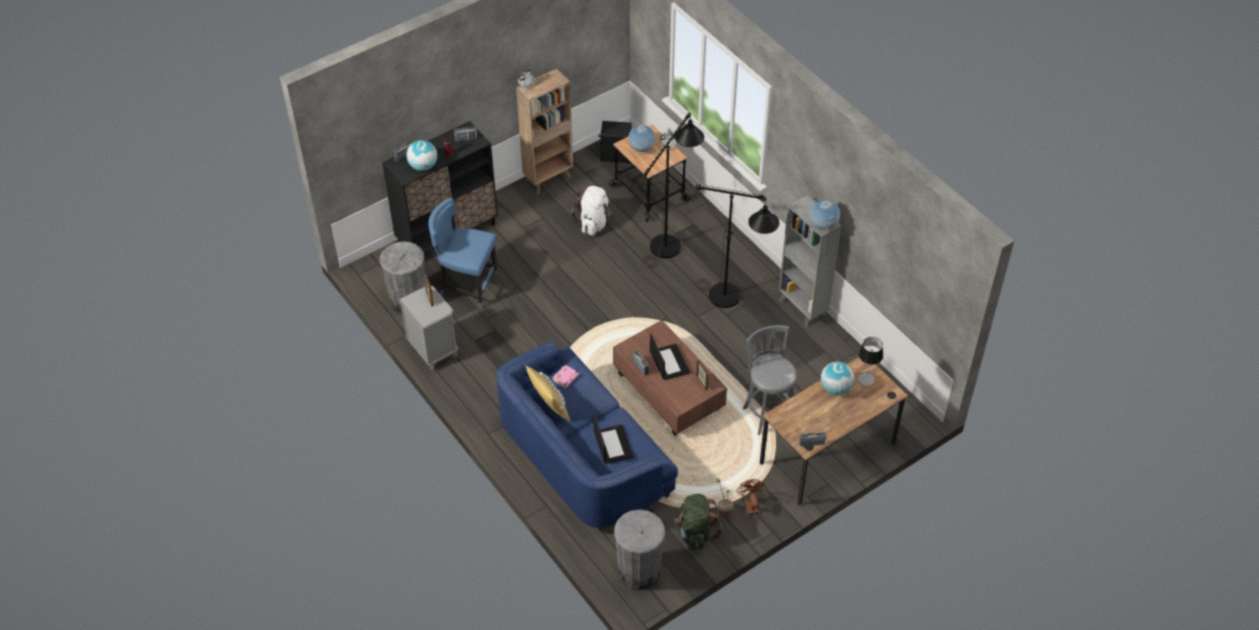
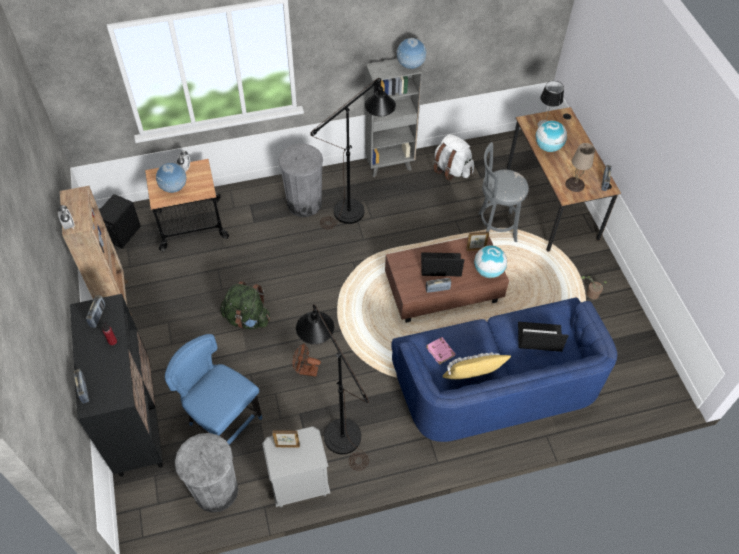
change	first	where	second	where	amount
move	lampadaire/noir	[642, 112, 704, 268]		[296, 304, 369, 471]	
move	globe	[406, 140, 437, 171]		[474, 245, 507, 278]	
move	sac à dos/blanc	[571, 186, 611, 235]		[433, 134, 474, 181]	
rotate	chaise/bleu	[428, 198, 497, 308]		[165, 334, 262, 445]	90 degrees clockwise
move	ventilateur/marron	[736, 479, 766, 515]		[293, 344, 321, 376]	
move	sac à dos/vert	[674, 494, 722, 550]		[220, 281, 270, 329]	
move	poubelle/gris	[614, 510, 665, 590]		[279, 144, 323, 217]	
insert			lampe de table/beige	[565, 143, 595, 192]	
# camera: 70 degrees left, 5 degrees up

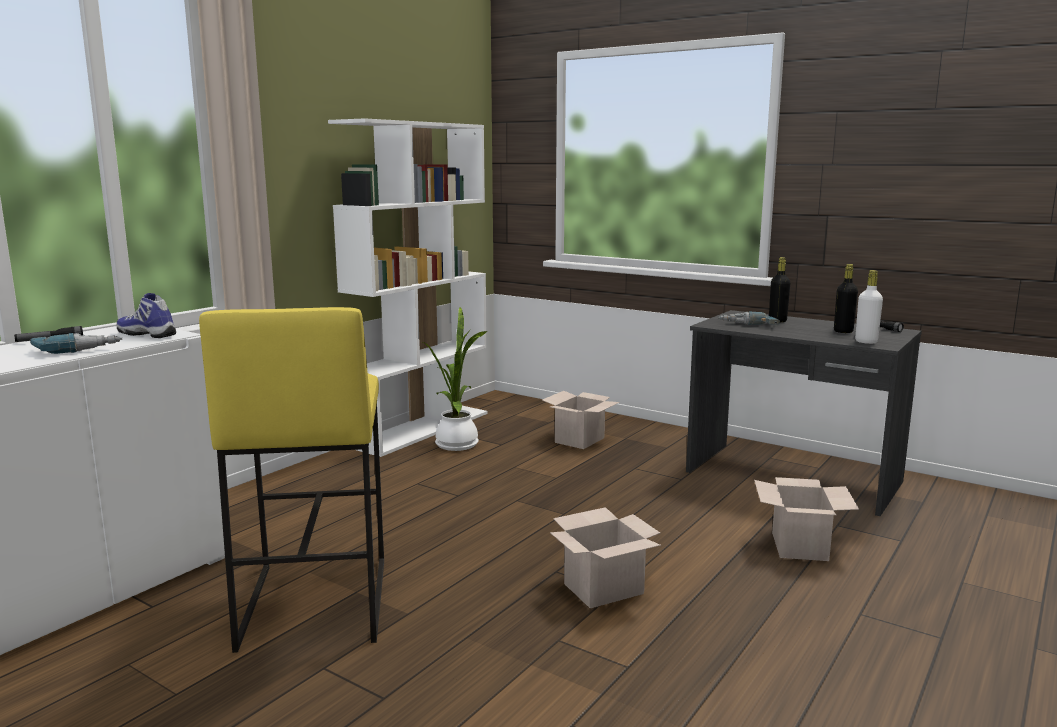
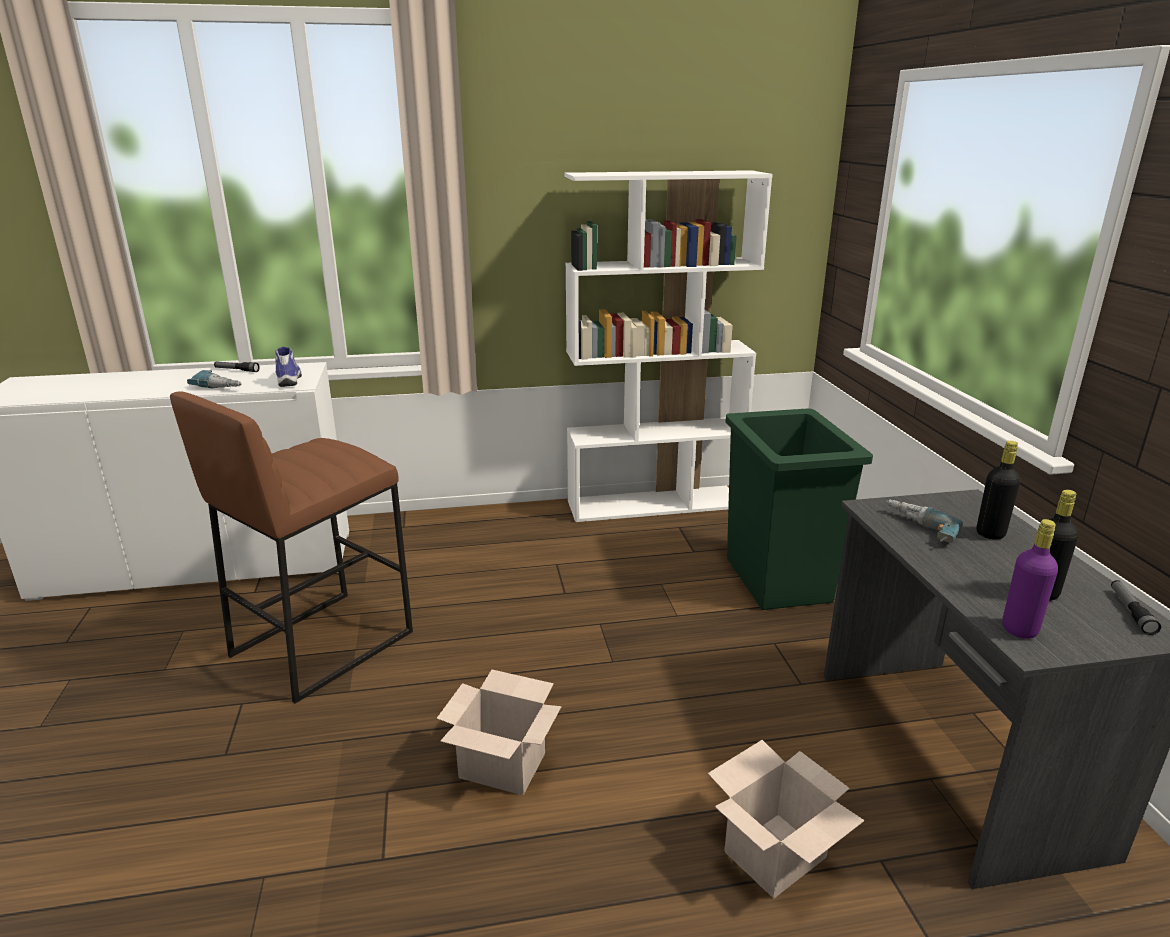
change	first	where	second	where	amount
recolor	bouteille/blanc	[855, 270, 883, 344]	bouteille/violet	[1002, 519, 1058, 639]	
recolor	tabouret/jaune	[199, 307, 384, 653]	tabouret/marron	[170, 391, 413, 703]	
delete	plante en pot	[423, 307, 488, 451]			
replace	carton	[542, 391, 620, 449]	poubelle/vert	[726, 408, 873, 610]	
# camera: 45 degrees right, 10 degrees up

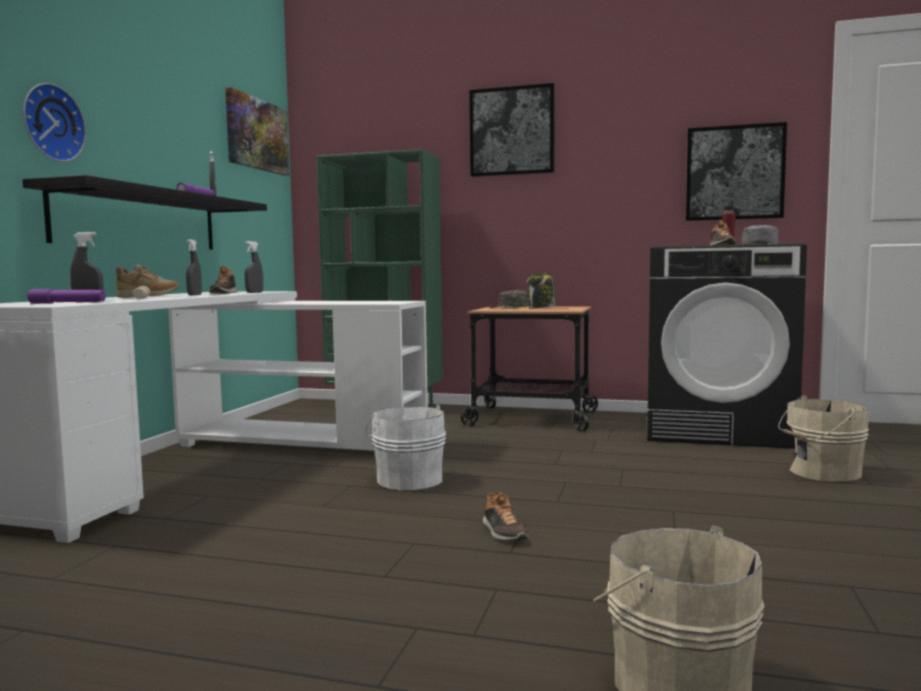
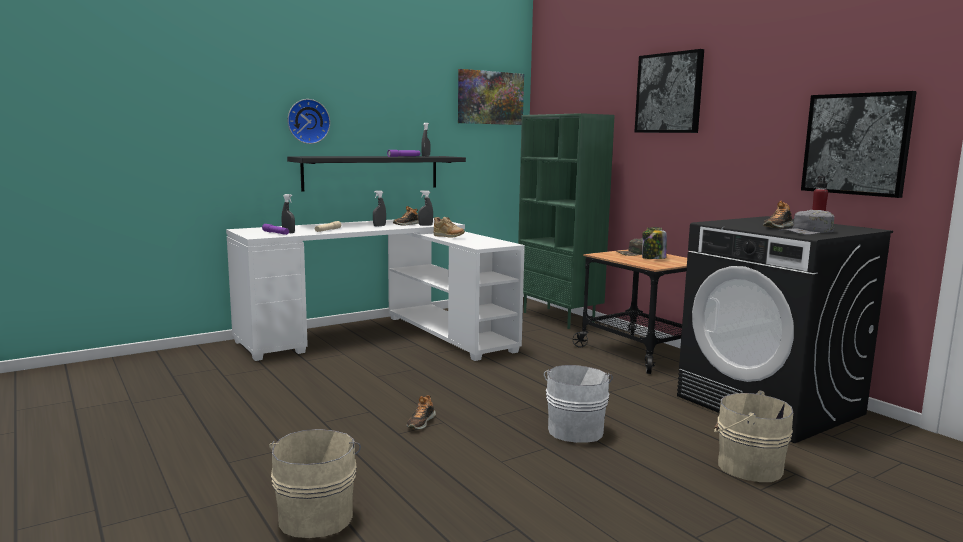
change	first	where	second	where	amount
move	chaussure/beige	[116, 264, 179, 298]		[434, 217, 465, 238]	
move	seau/blanc	[365, 404, 446, 490]		[544, 365, 613, 443]	
# camera: 40 degrees right, 5 degrees up

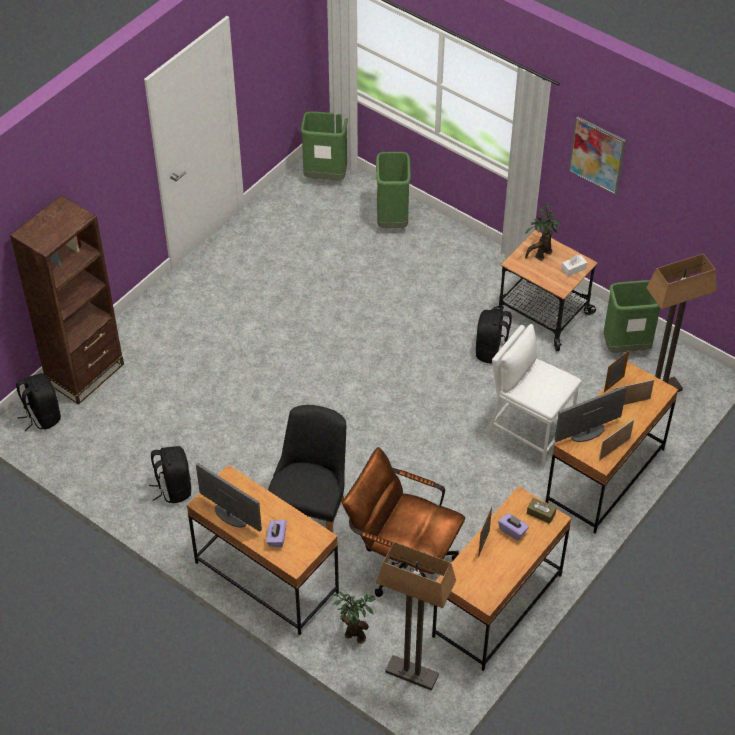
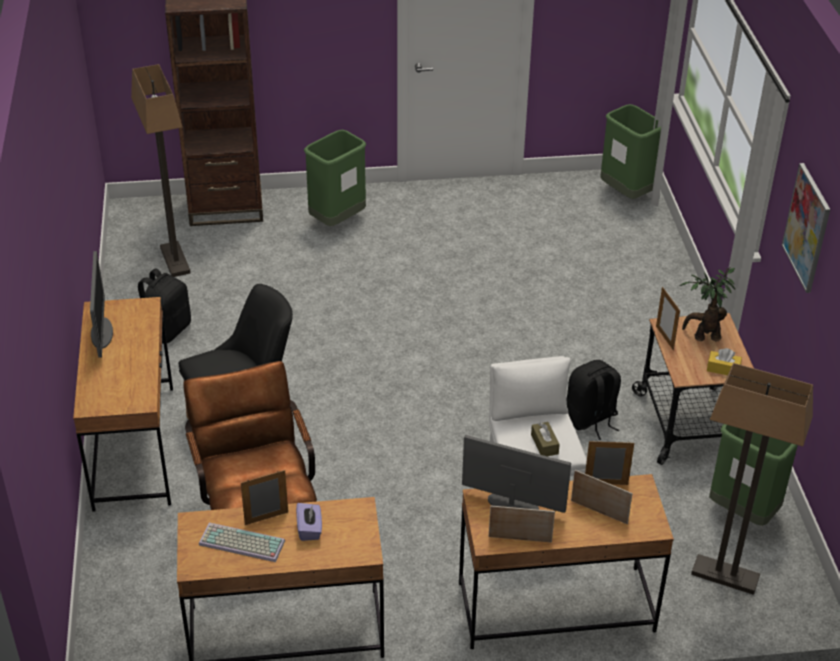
change	first	where	second	where	amount
move	poubelle/vert	[376, 152, 411, 228]		[304, 130, 366, 226]	
recolor	boîte à mouchoirs/blanc	[561, 254, 587, 276]	boîte à mouchoirs/jaune	[707, 348, 742, 375]	
delete	sac à dos/noir	[16, 373, 61, 431]			
move	boîte à mouchoirs/marron	[527, 498, 556, 524]		[531, 422, 560, 456]	
delete	boîte à mouchoirs/violet	[267, 520, 286, 547]			
move	lampadaire	[376, 542, 456, 691]		[131, 64, 191, 277]	
delete	plante en pot	[333, 592, 375, 644]			
insert			cadre photo	[656, 287, 680, 350]	
insert			clavier	[199, 523, 285, 562]	
# camera: 45 degrees right, 10 degrees down

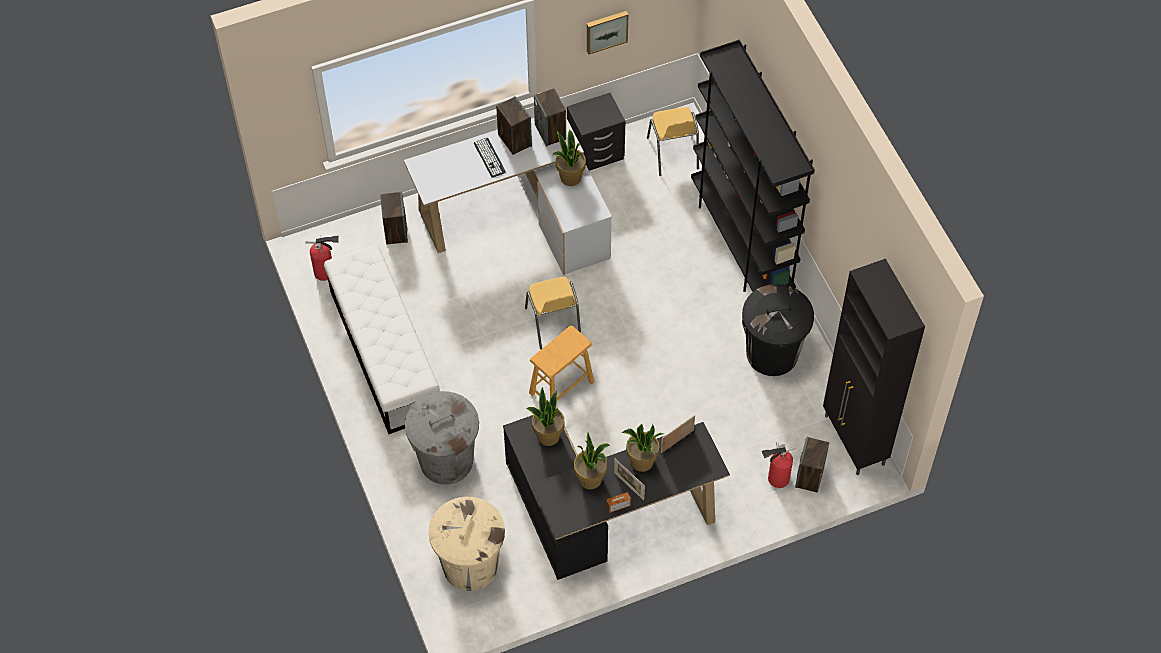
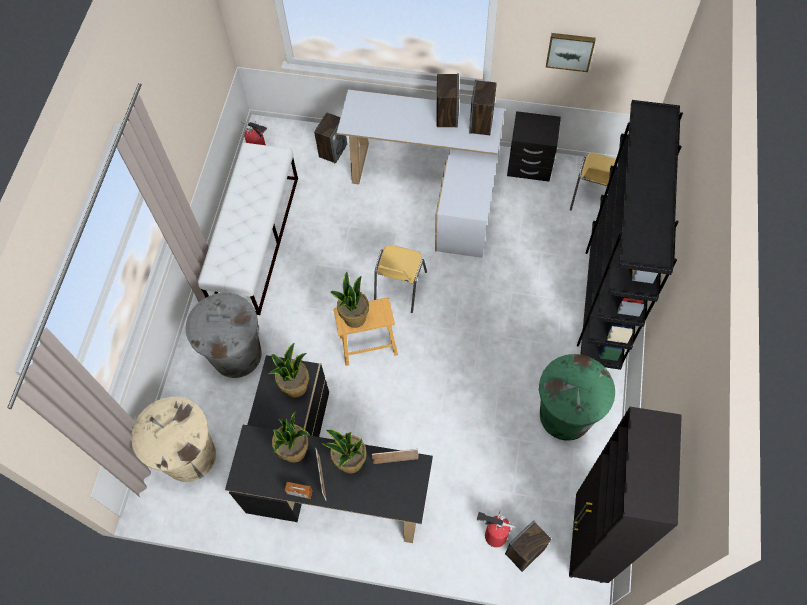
change	first	where	second	where	amount
move	plante en pot	[552, 129, 586, 186]		[330, 272, 369, 328]	
delete	clavier	[474, 138, 506, 177]			
recolor	poubelle/noir	[742, 284, 814, 376]	poubelle/vert	[538, 354, 615, 441]	
# camera: 35 degrees right, 5 degrees up

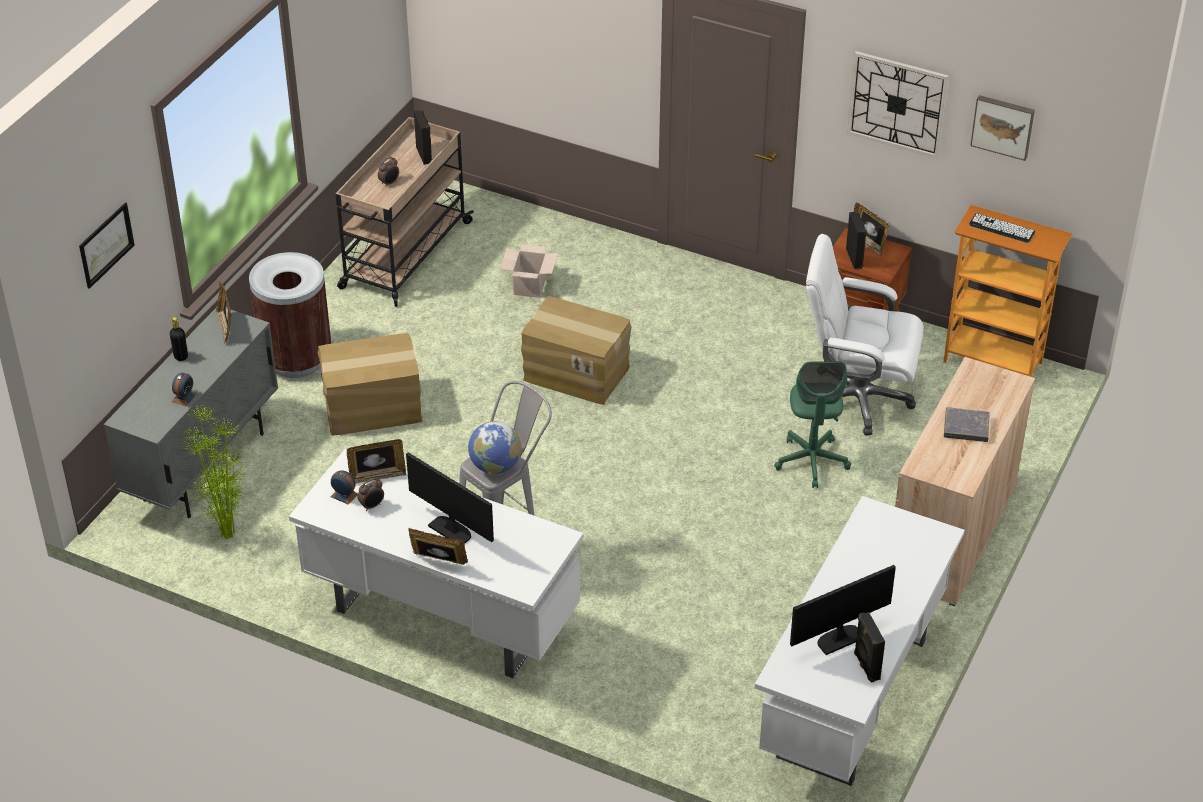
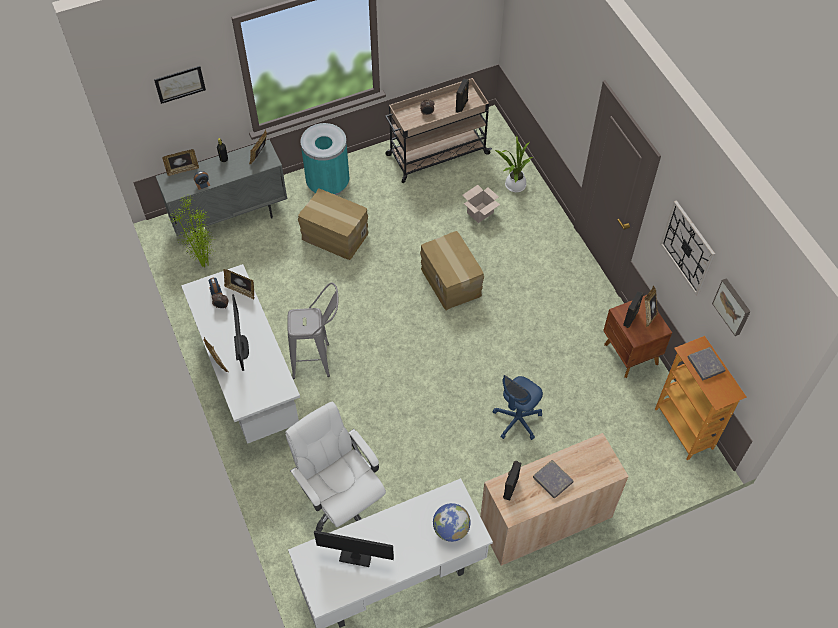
change	first	where	second	where	amount
replace	clavier	[969, 213, 1035, 243]	livre/gris	[688, 347, 725, 380]	
move	chaise de bureau/blanc	[806, 234, 924, 436]		[285, 401, 386, 532]	
recolor	poubelle/marron	[249, 252, 331, 378]	poubelle/turquoise	[300, 123, 350, 195]	
recolor	chaise de bureau/vert	[774, 361, 851, 488]	chaise de bureau/bleu	[493, 375, 543, 440]	
move	globe	[468, 421, 521, 474]		[433, 503, 471, 542]	
move	enceinte/noir	[854, 612, 885, 683]		[503, 460, 521, 501]	
insert			plante en pot	[495, 135, 533, 192]	
insert			cadre photo	[162, 149, 199, 176]	
# camera: 40 degrees right, 15 degrees up

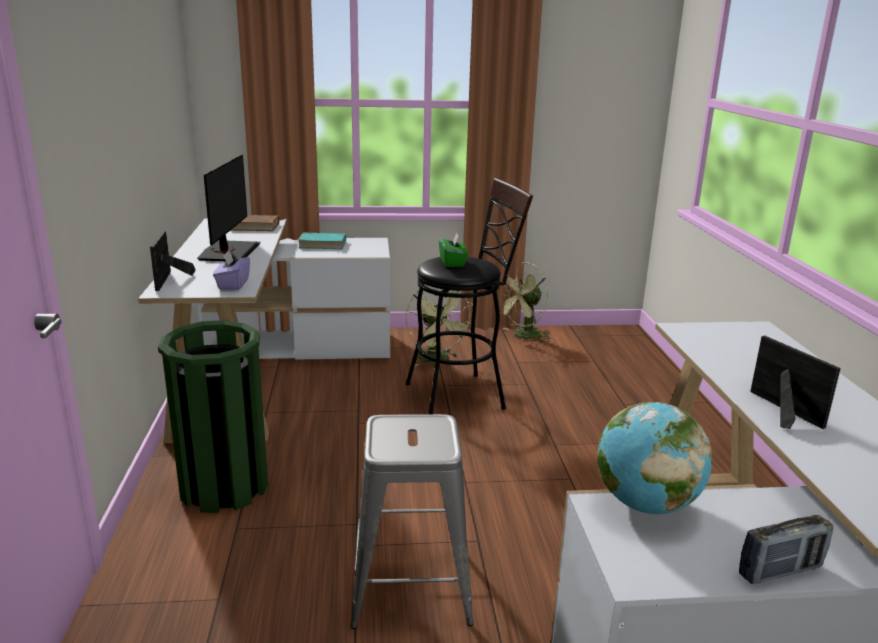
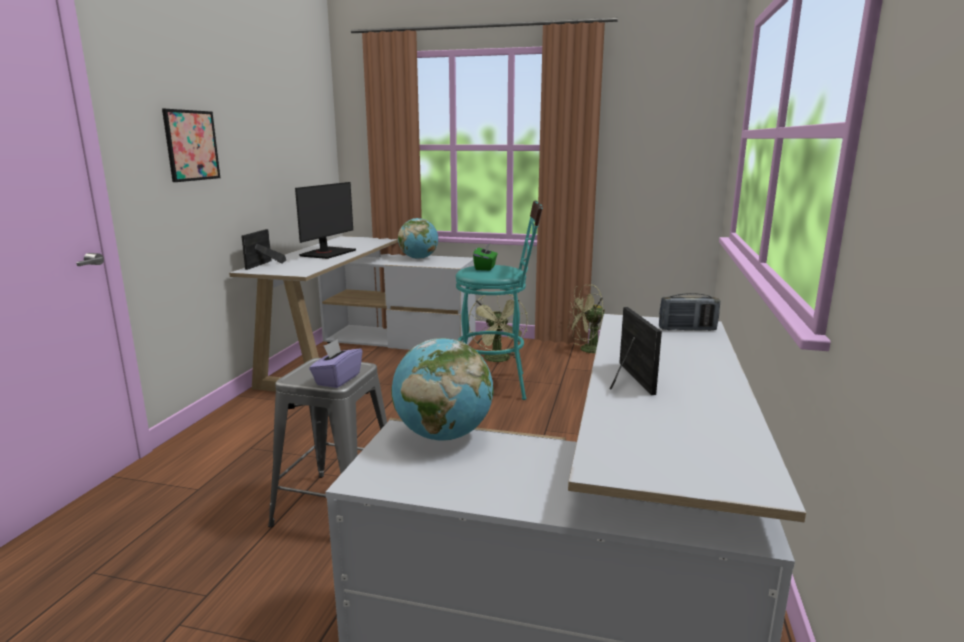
change	first	where	second	where	amount
recolor	tabouret/noir	[406, 178, 533, 414]	tabouret/turquoise	[456, 200, 543, 400]	
delete	livre/marron	[232, 215, 279, 231]			
replace	livre/turquoise	[298, 233, 346, 249]	globe	[398, 218, 438, 259]	
move	boîte à mouchoirs/violet	[213, 250, 250, 290]		[309, 339, 362, 388]	
delete	poubelle/vert	[158, 320, 268, 513]			
move	radio	[739, 515, 834, 584]		[659, 293, 720, 331]	
insert			tableau	[162, 109, 220, 182]	
# camera: 20 degrees right, 5 degrees down

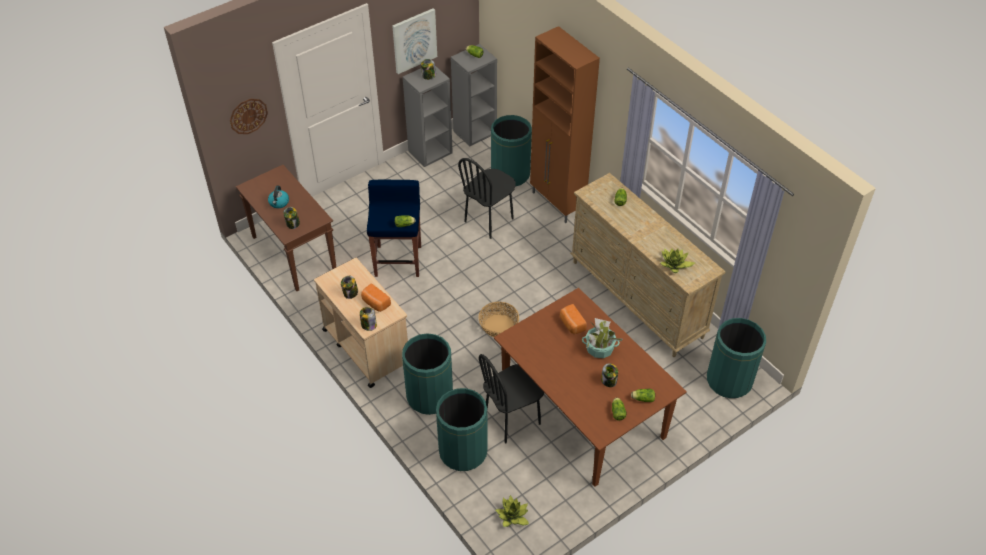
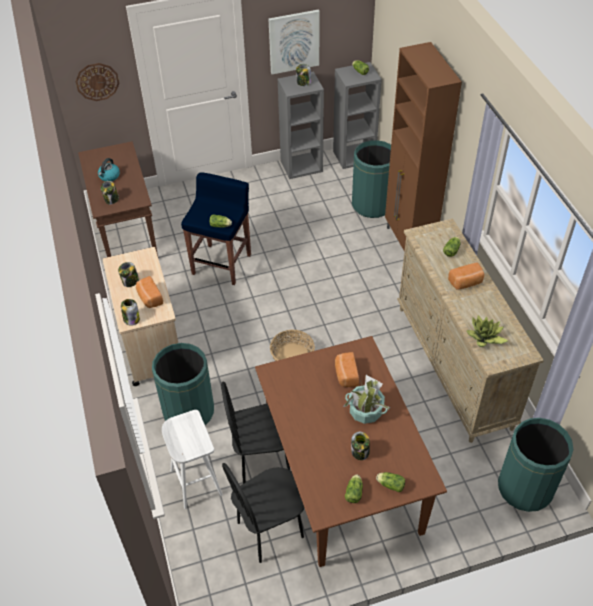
change	first	where	second	where	amount
move	chaise/noir	[458, 158, 516, 239]		[222, 463, 305, 563]	
replace	poubelle/vert	[436, 388, 488, 471]	tabouret/blanc	[162, 410, 223, 509]	
delete	plante en pot	[495, 495, 529, 527]			
insert			pain	[448, 262, 484, 290]	
# camera: 20 degrees right, 0 degrees up

